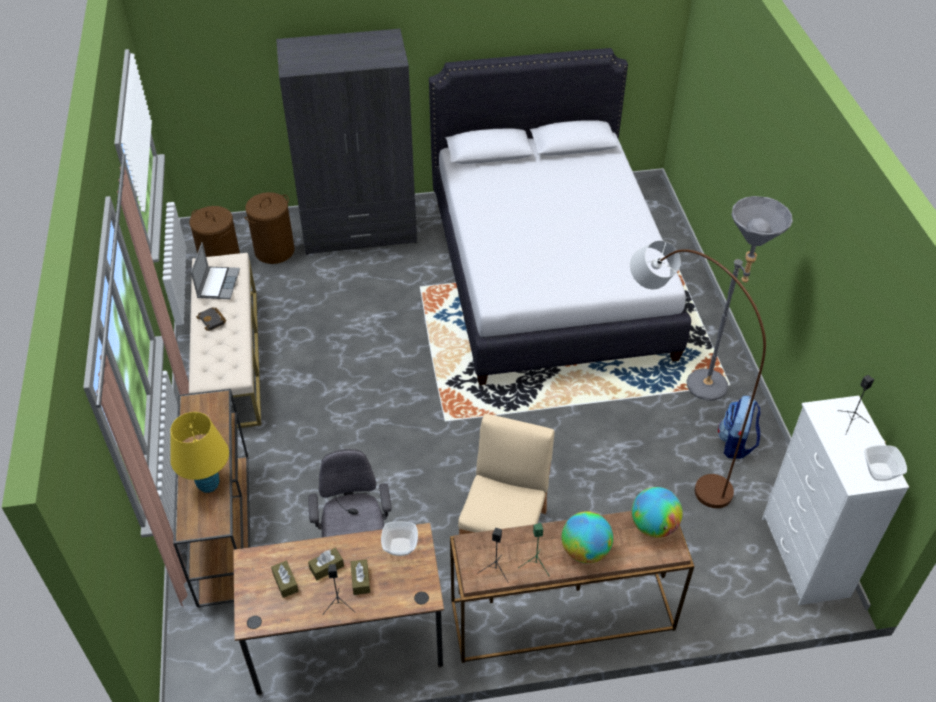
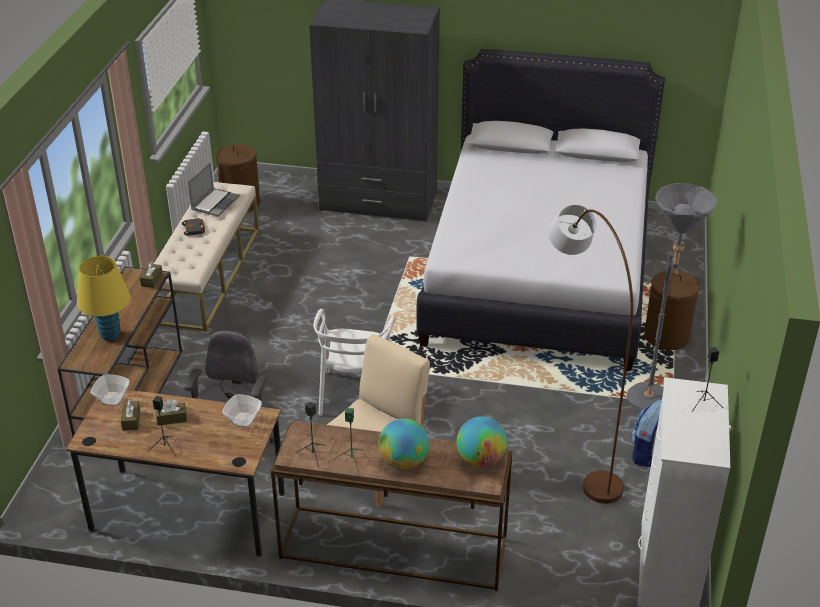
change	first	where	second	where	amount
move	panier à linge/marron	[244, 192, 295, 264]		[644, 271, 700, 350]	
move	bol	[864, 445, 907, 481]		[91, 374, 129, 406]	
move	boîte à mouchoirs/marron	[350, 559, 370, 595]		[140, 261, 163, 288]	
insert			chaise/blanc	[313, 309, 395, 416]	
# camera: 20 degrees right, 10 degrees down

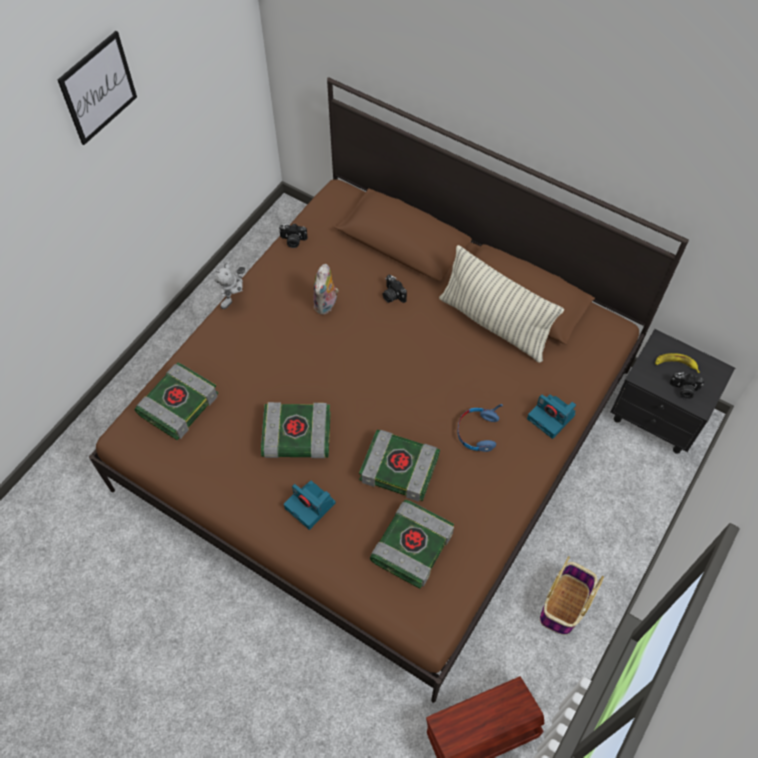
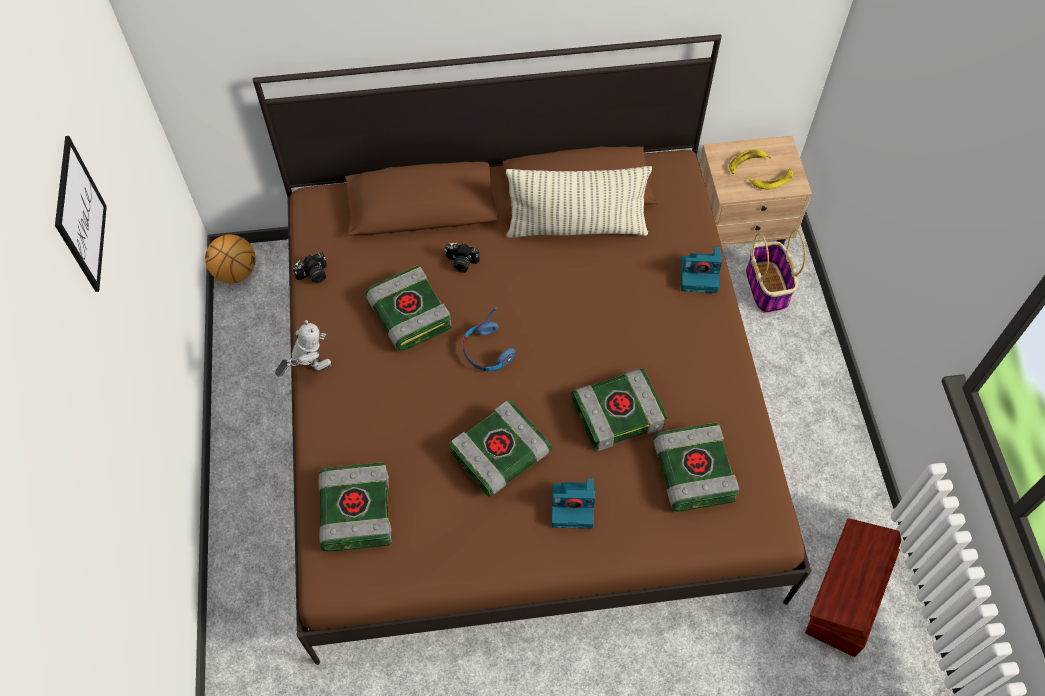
change	first	where	second	where	amount
rotate	robot jouet	[214, 261, 245, 309]		[275, 320, 332, 376]	105 degrees counterclockwise
replace	peluche	[313, 264, 339, 315]	livre	[365, 265, 452, 351]	
recolor	table de chevet/noir	[610, 329, 735, 454]	table de chevet/beige	[699, 136, 812, 246]	
replace	appareil photo	[670, 372, 704, 399]	banane	[748, 168, 793, 189]	
move	casque audio/bleu	[458, 404, 503, 452]		[463, 308, 515, 371]	
move	panier	[540, 556, 604, 635]		[746, 229, 806, 314]	
insert			ballon de basket	[205, 234, 256, 283]	
# camera: 40 degrees left, 0 degrees up

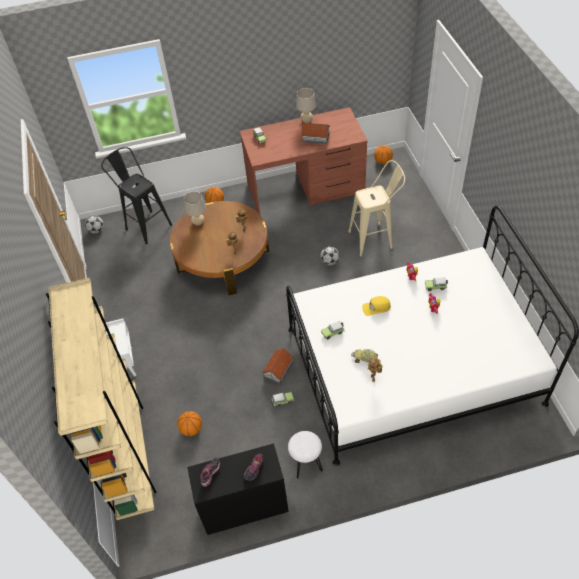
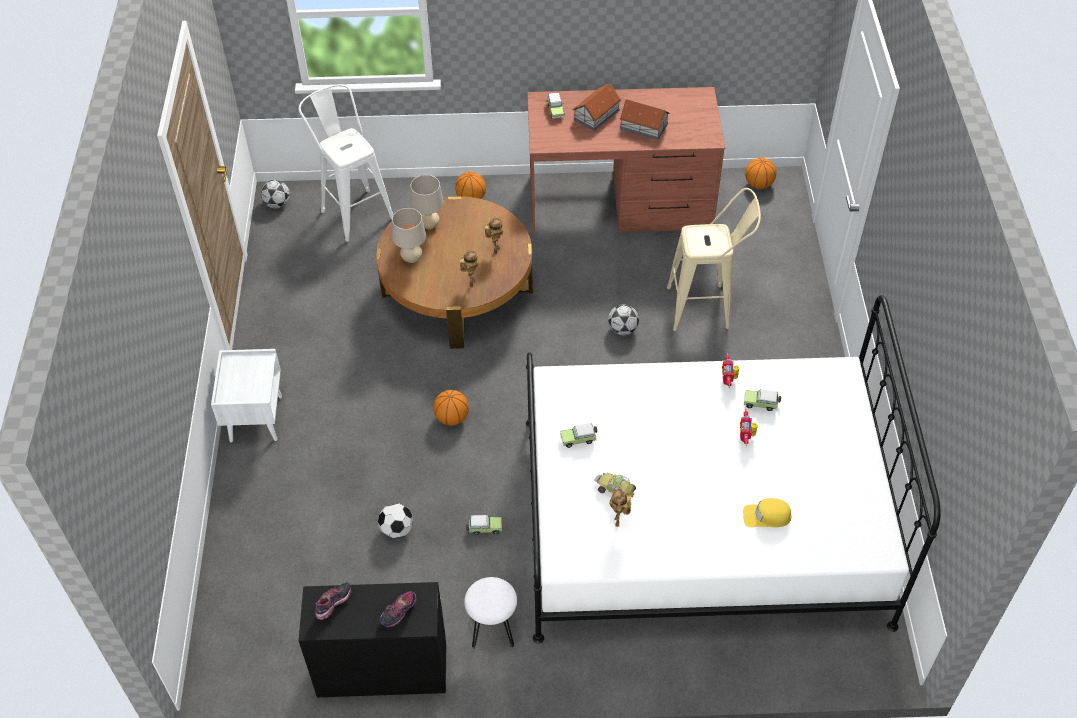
change	first	where	second	where	amount
move	lampe de table/beige	[296, 88, 316, 123]		[392, 208, 426, 263]	
recolor	tabouret/noir	[101, 147, 172, 244]	tabouret/blanc	[298, 84, 393, 242]	
delete	bibliothèque/beige	[46, 278, 156, 520]			
move	casquette/jaune	[362, 296, 391, 316]		[743, 498, 791, 527]	
move	maison miniature	[262, 348, 293, 384]		[573, 83, 621, 131]	
move	ballon de basket	[177, 411, 202, 436]		[433, 390, 469, 426]	
insert			ballon de foot	[378, 503, 413, 538]	
# camera: 10 degrees right, 0 degrees up

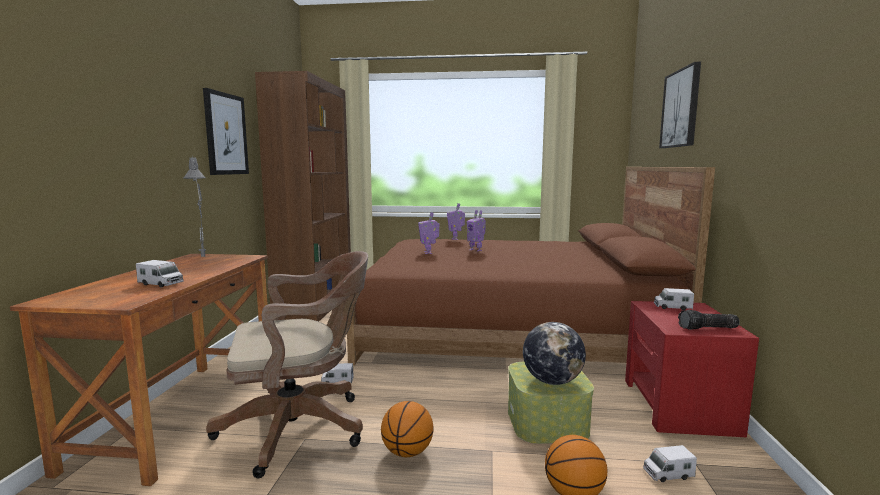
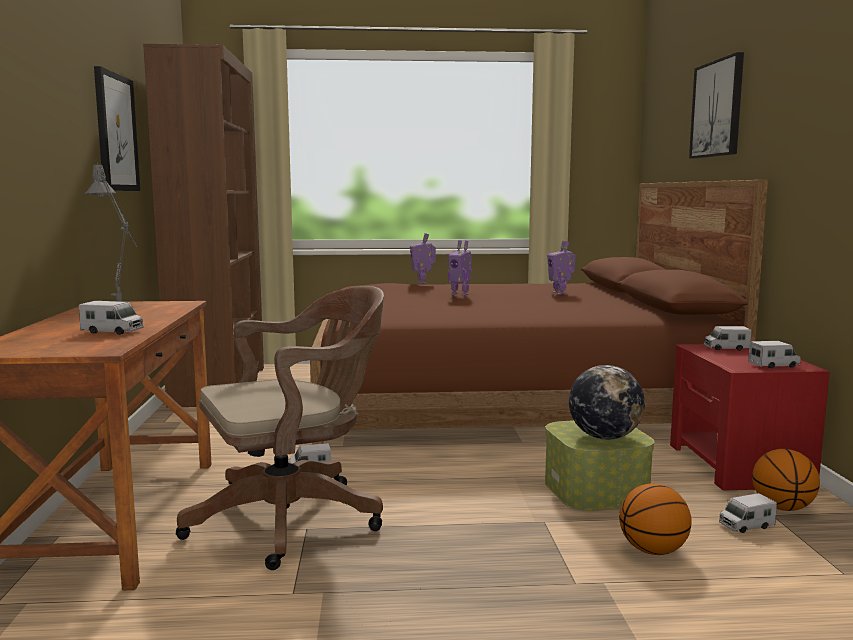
change	first	where	second	where	amount
move	robot jouet	[418, 212, 439, 254]		[547, 241, 576, 295]	
replace	lampe de poche	[678, 310, 740, 330]	camion jouet	[748, 341, 801, 369]	
move	ballon de basket	[381, 401, 434, 457]		[752, 449, 820, 511]	
# camera: 10 degrees left, 0 degrees up

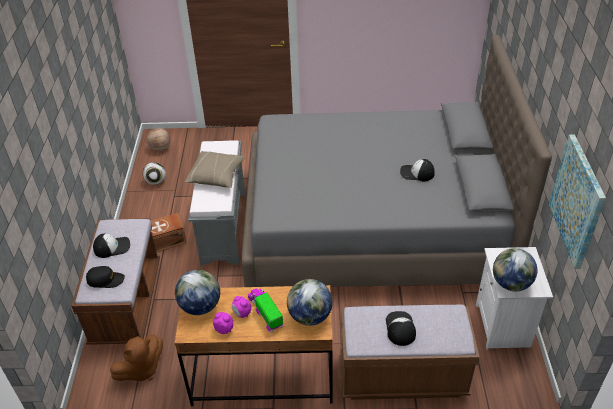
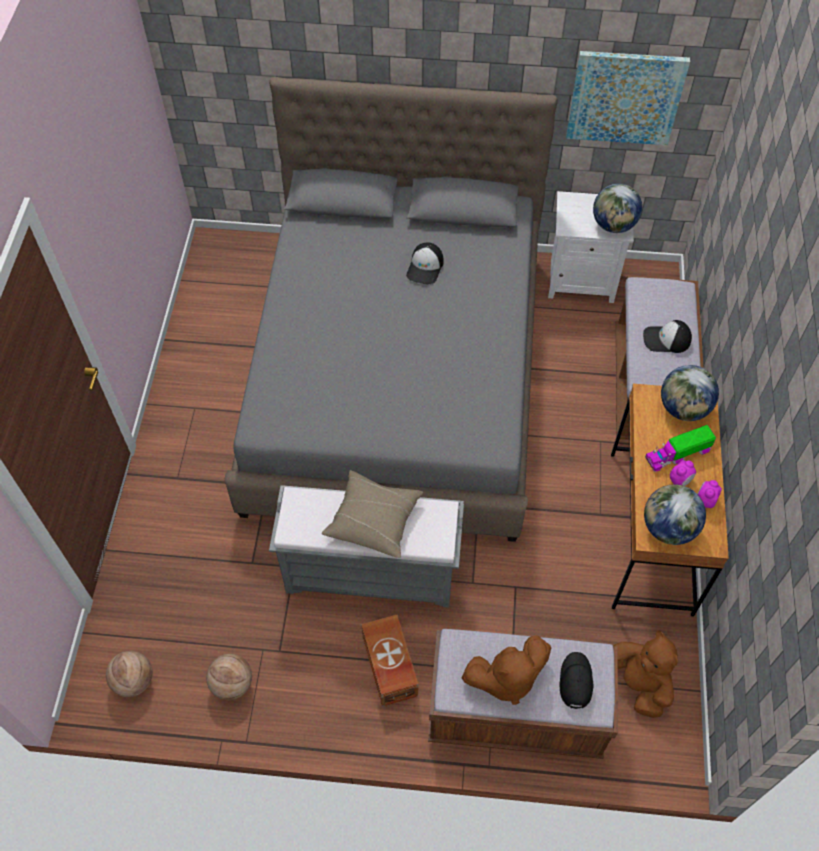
change	first	where	second	where	amount
replace	ballon de foot	[143, 162, 166, 185]	ballon de basket	[206, 654, 252, 700]	
replace	casquette	[93, 233, 130, 258]	peluche/marron	[462, 635, 551, 705]	
# camera: 85 degrees left, 15 degrees up

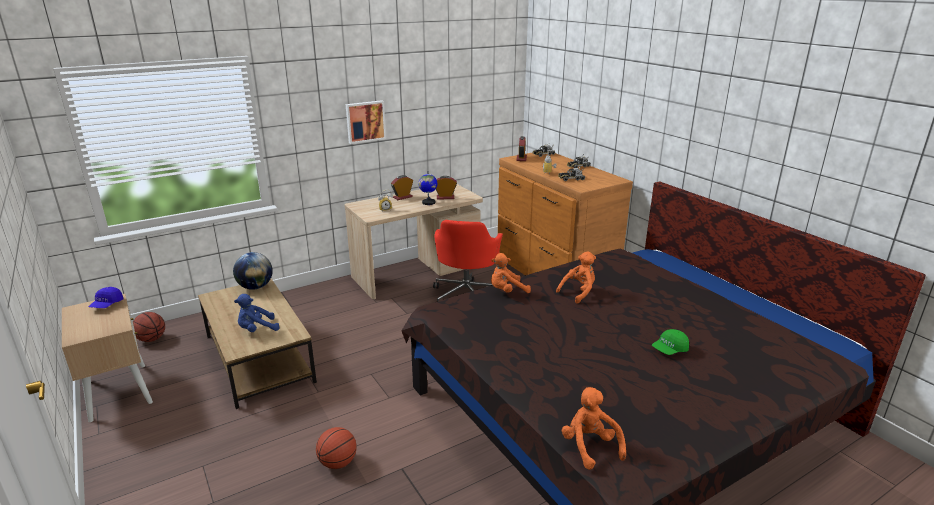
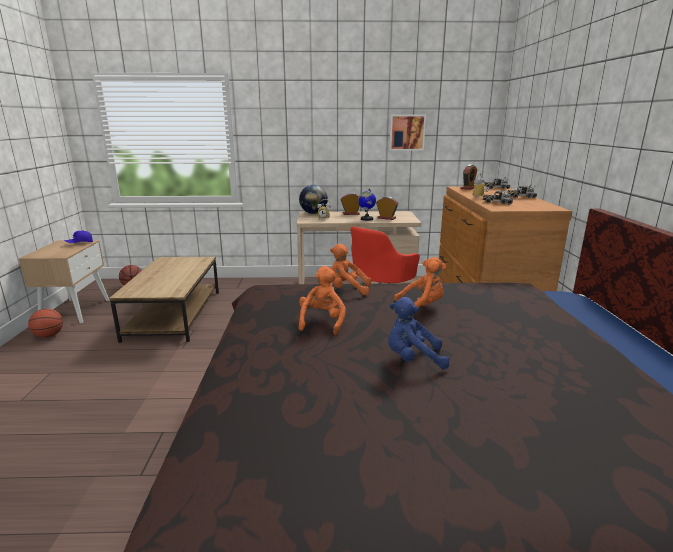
change	first	where	second	where	amount
move	tableau	[346, 100, 386, 144]		[389, 115, 426, 150]	
move	globe	[233, 252, 273, 290]		[299, 185, 328, 214]	
move	peluche/bleu	[234, 294, 280, 332]		[388, 297, 450, 369]	
delete	casquette/vert	[652, 329, 689, 355]			
move	peluche/orange	[562, 387, 626, 470]		[298, 266, 346, 335]	
move	ballon de basket	[316, 427, 357, 469]		[28, 309, 63, 338]	
# camera: 30 degrees right, 5 degrees down

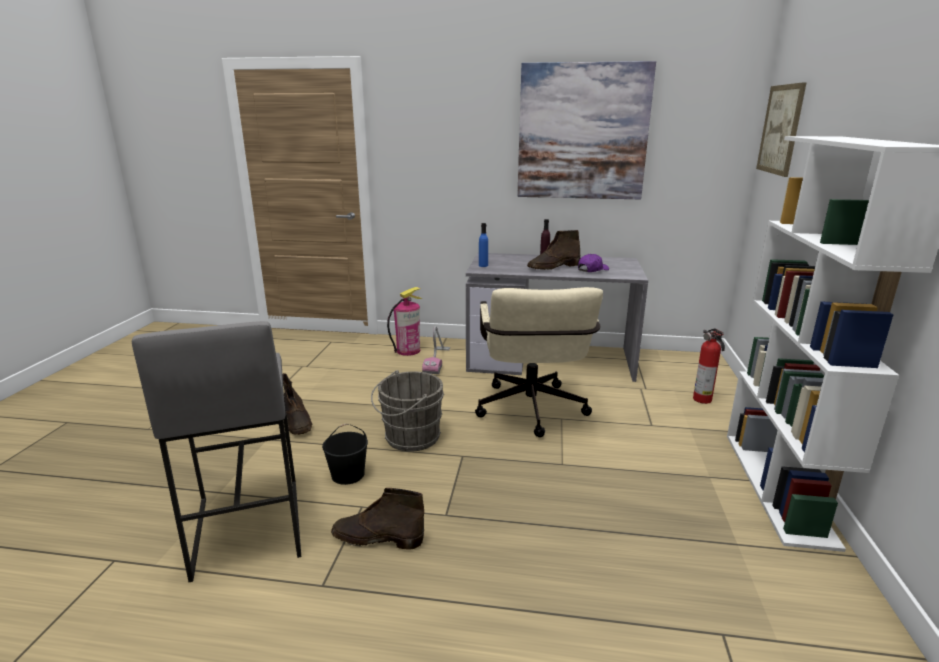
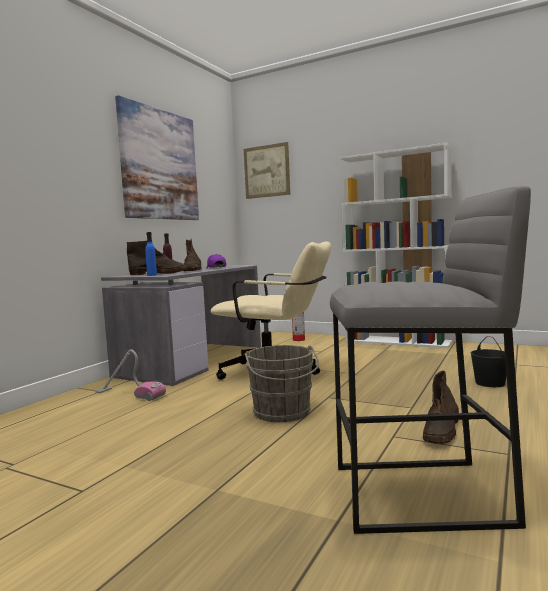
change	first	where	second	where	amount
delete	extincteur	[387, 287, 422, 356]			
move	botte/marron	[282, 373, 312, 435]		[127, 241, 187, 275]	
move	seau/noir	[322, 424, 368, 485]		[470, 336, 507, 387]	
# camera: 70 degrees left, 15 degrees down

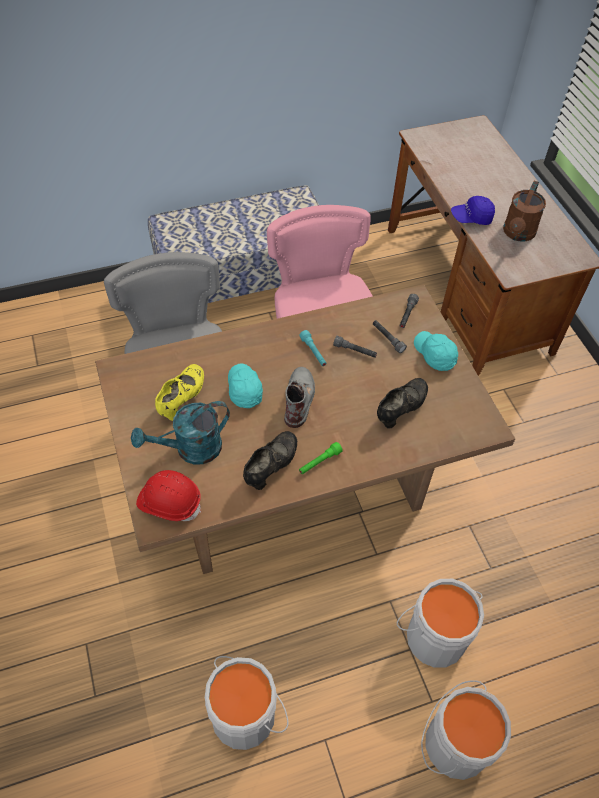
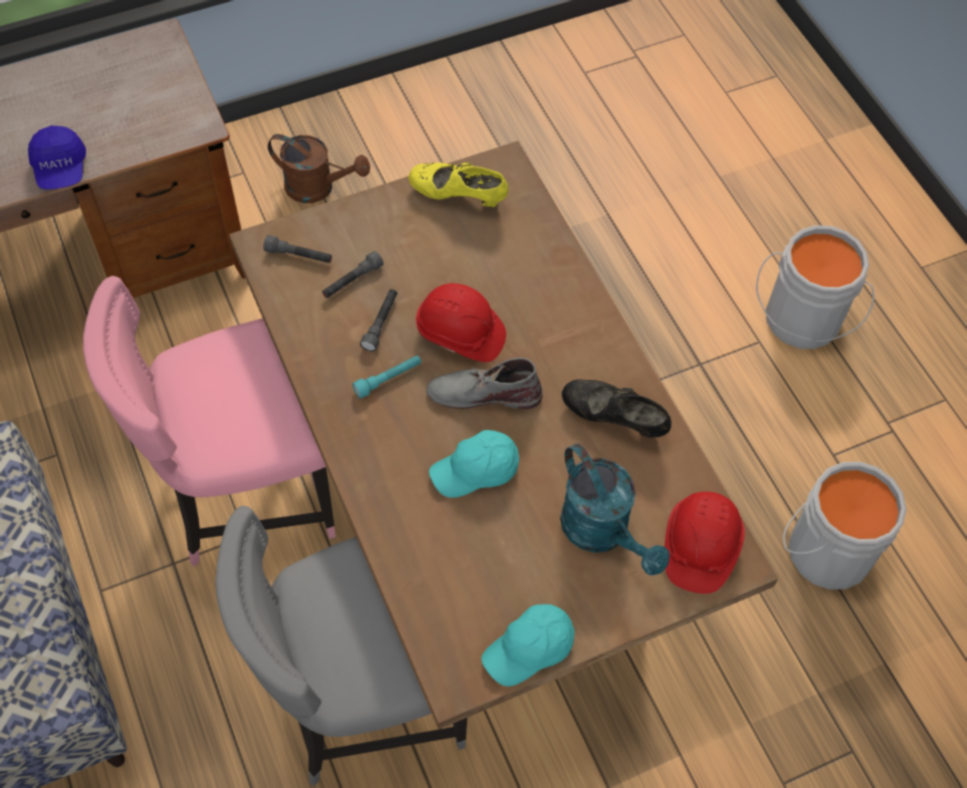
change	first	where	second	where	amount
move	arrosoir/marron	[503, 181, 546, 242]		[268, 134, 370, 203]	
move	casquette/turquoise	[414, 331, 458, 371]		[481, 604, 575, 686]	
move	chaussure/jaune	[155, 364, 204, 421]		[408, 162, 508, 207]	
delete	chaussure/noir	[377, 378, 428, 429]			
delete	lampe de poche/vert	[299, 442, 343, 474]			
delete	seau/gris	[397, 579, 484, 668]			
insert			casque de chantier/rouge	[416, 283, 506, 362]	
# camera: 95 degrees left, 5 degrees up

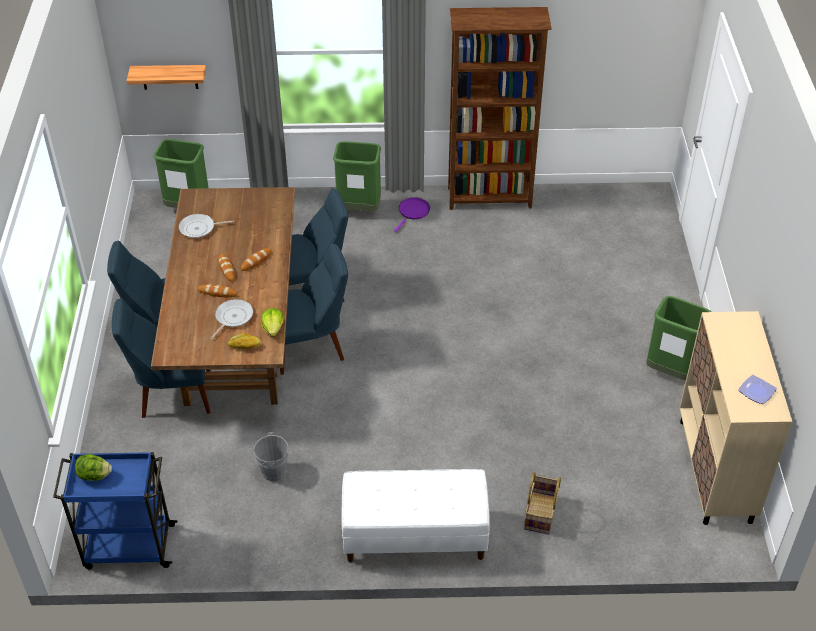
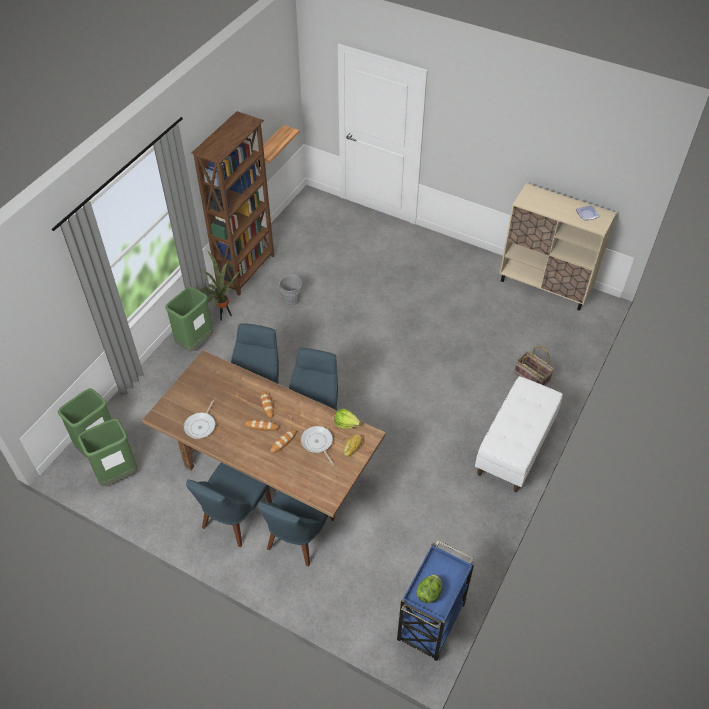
change	first	where	second	where	amount
move	étagère	[127, 65, 206, 90]		[257, 125, 299, 167]	
replace	poêle/violet	[394, 197, 430, 232]	plante en pot	[201, 251, 243, 321]	
move	poubelle/vert	[646, 296, 712, 380]		[78, 419, 137, 486]	
move	seau/gris	[249, 432, 289, 482]		[277, 275, 302, 306]	
# camera: 60 degrees left, 5 degrees up

